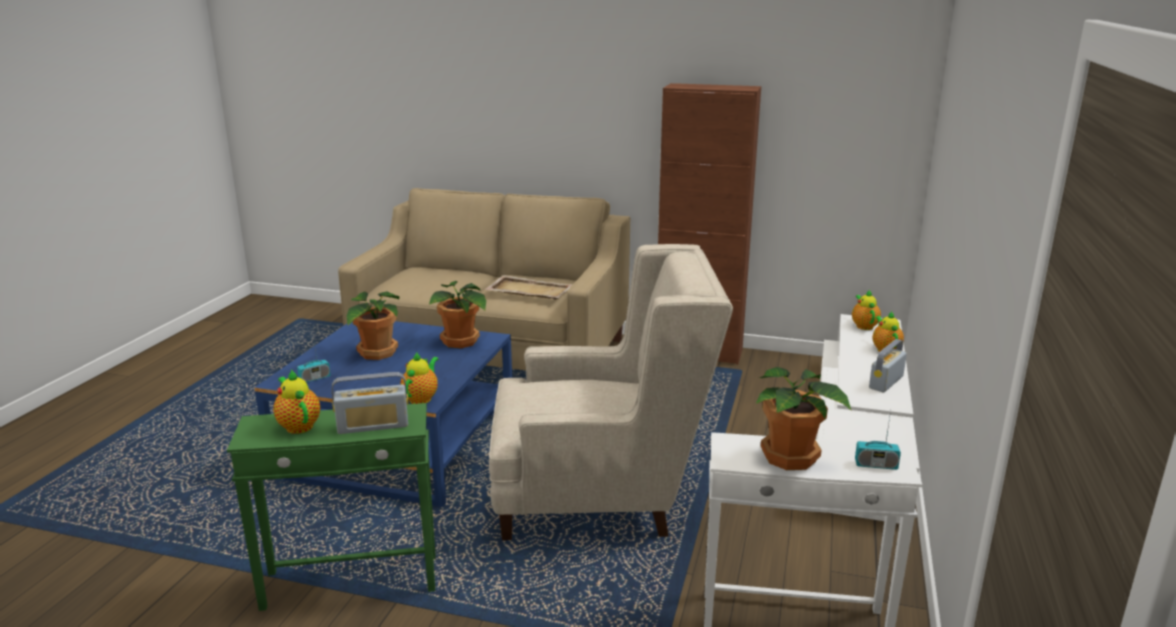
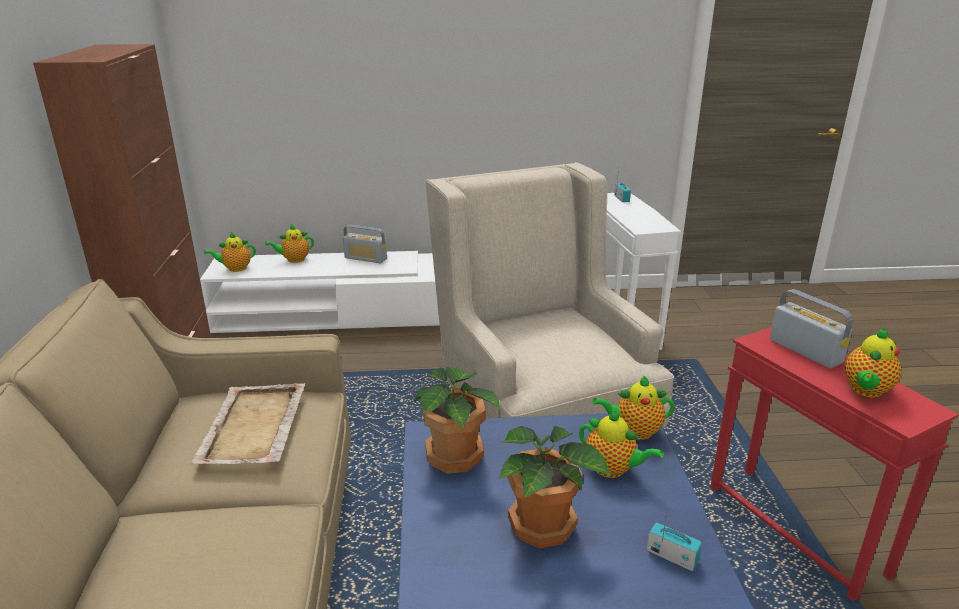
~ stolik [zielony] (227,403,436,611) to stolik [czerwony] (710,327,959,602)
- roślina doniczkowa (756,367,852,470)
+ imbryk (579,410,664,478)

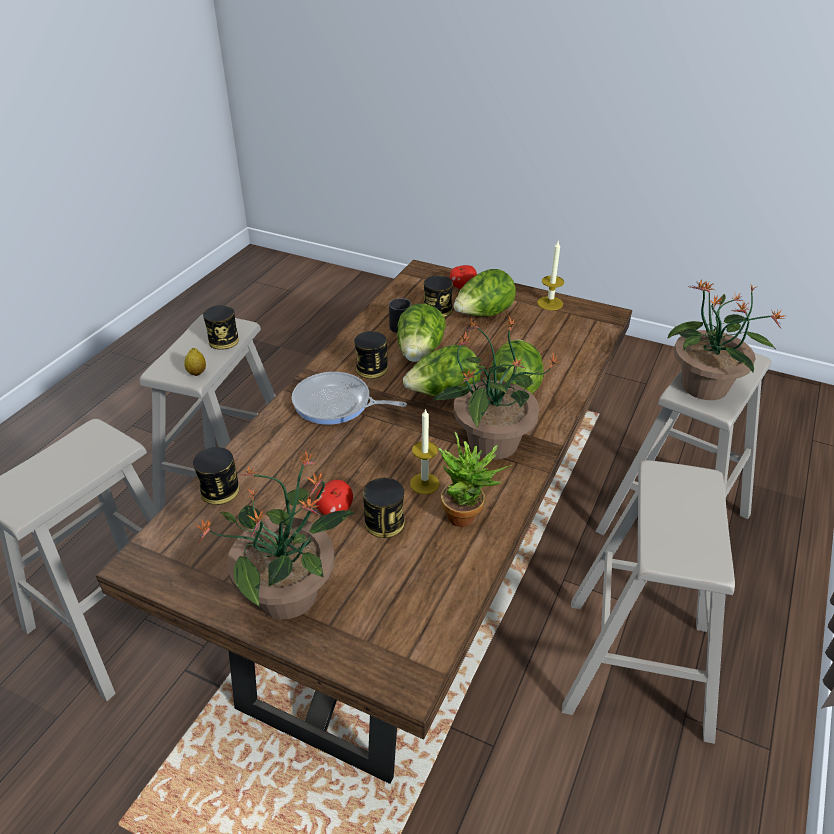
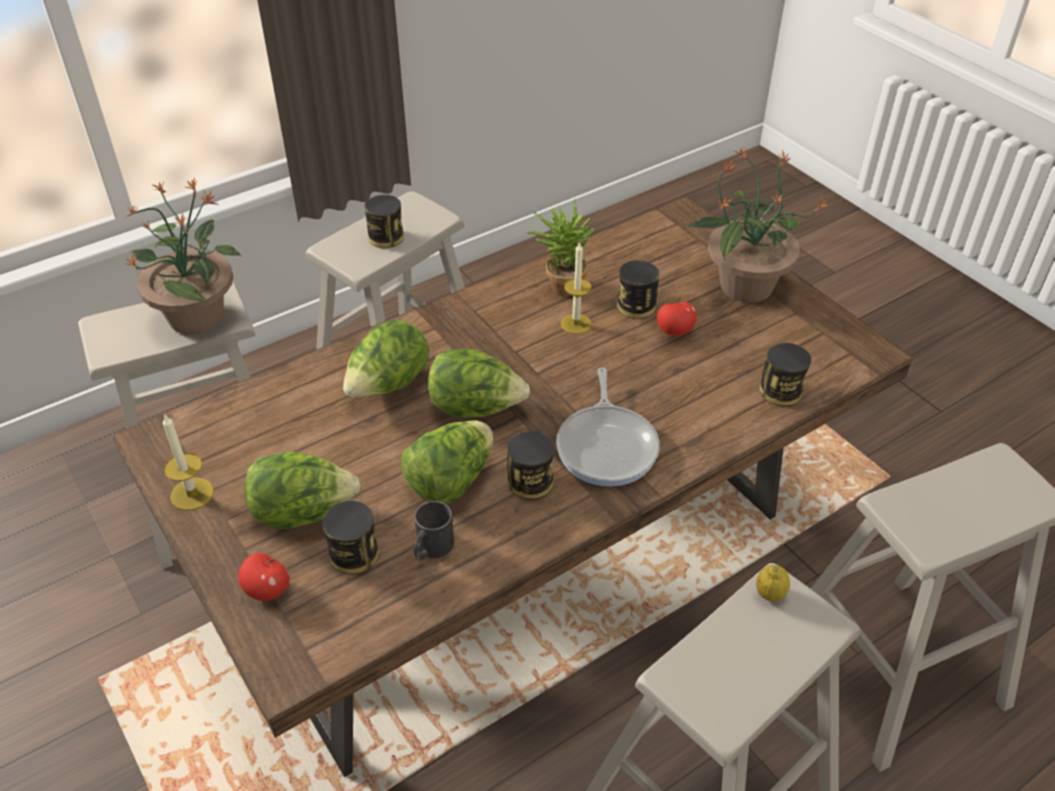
~ puszka (203,305,239,350) to (364,195,404,248)
~ patelnia (292,372,407,425) = (556,368,660,486) 45 degrees clockwise
- roślina doniczkowa (432,315,561,460)

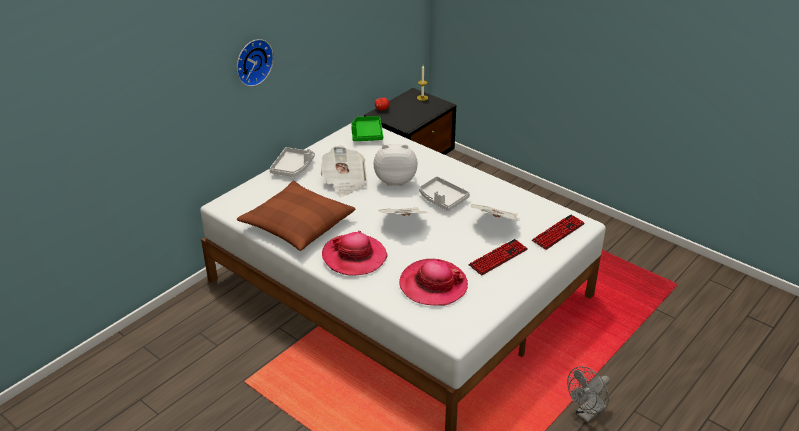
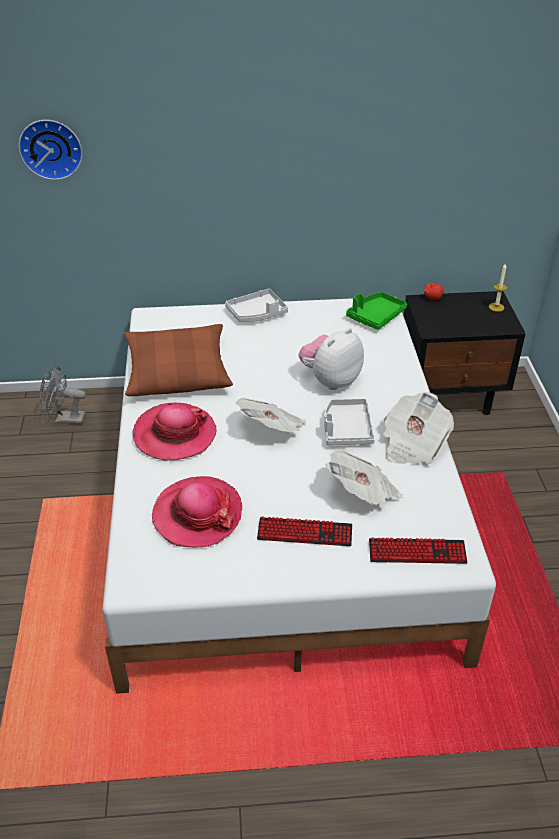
~ zegar ścienny (237,39,274,87) to (18,120,82,180)
~ gazeta (320,146,367,196) to (383,392,454,465)
~ pluszak (373,144,418,186) = (299,328,364,390) 90 degrees counterclockwise
~ wentylator [szary] (567,366,610,423) to (40,366,86,424)

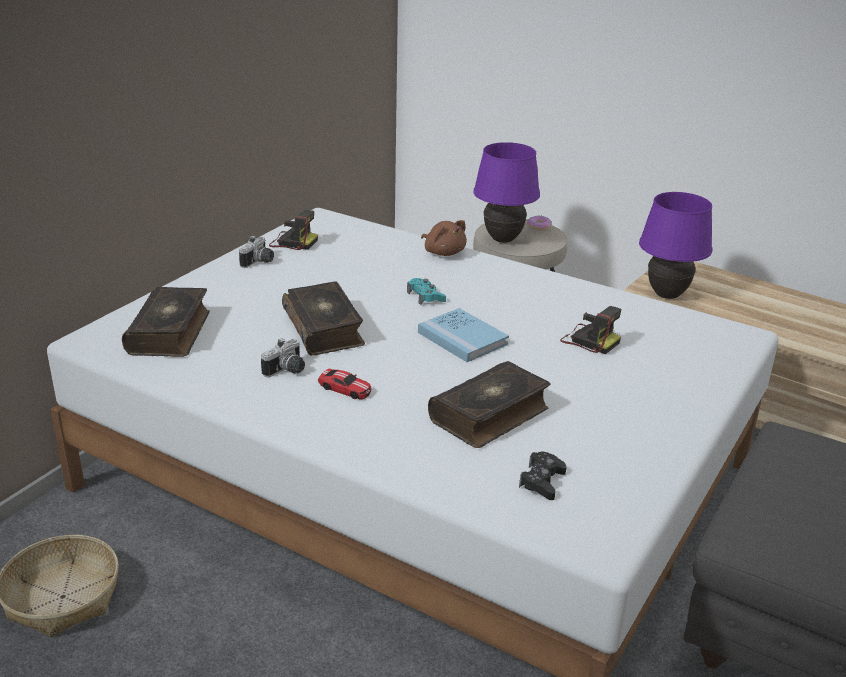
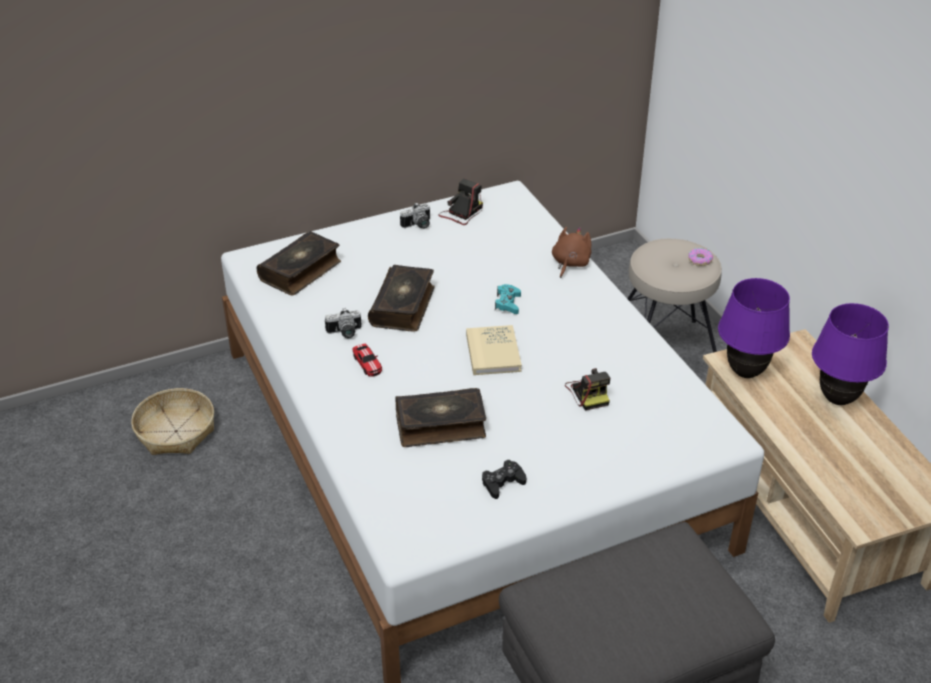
~ aparat fotograficzny (269,210,318,250) = (438,178,483,225) 105 degrees counterclockwise
~ książka [niebieski] (418,308,509,362) to książka [beżowy] (466,325,522,375)
~ pluszak [brązowy] (421,220,467,256) = (552,227,591,278) 150 degrees counterclockwise
~ lampa stołowa [fioletowy] (473,142,540,243) to (812,303,889,405)
~ pad do gier [czarny] (519,452,567,500) to (482,460,526,499)

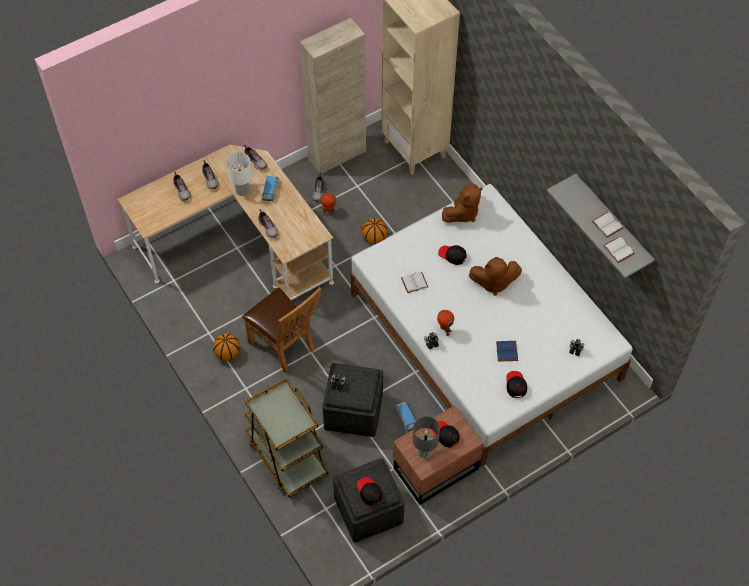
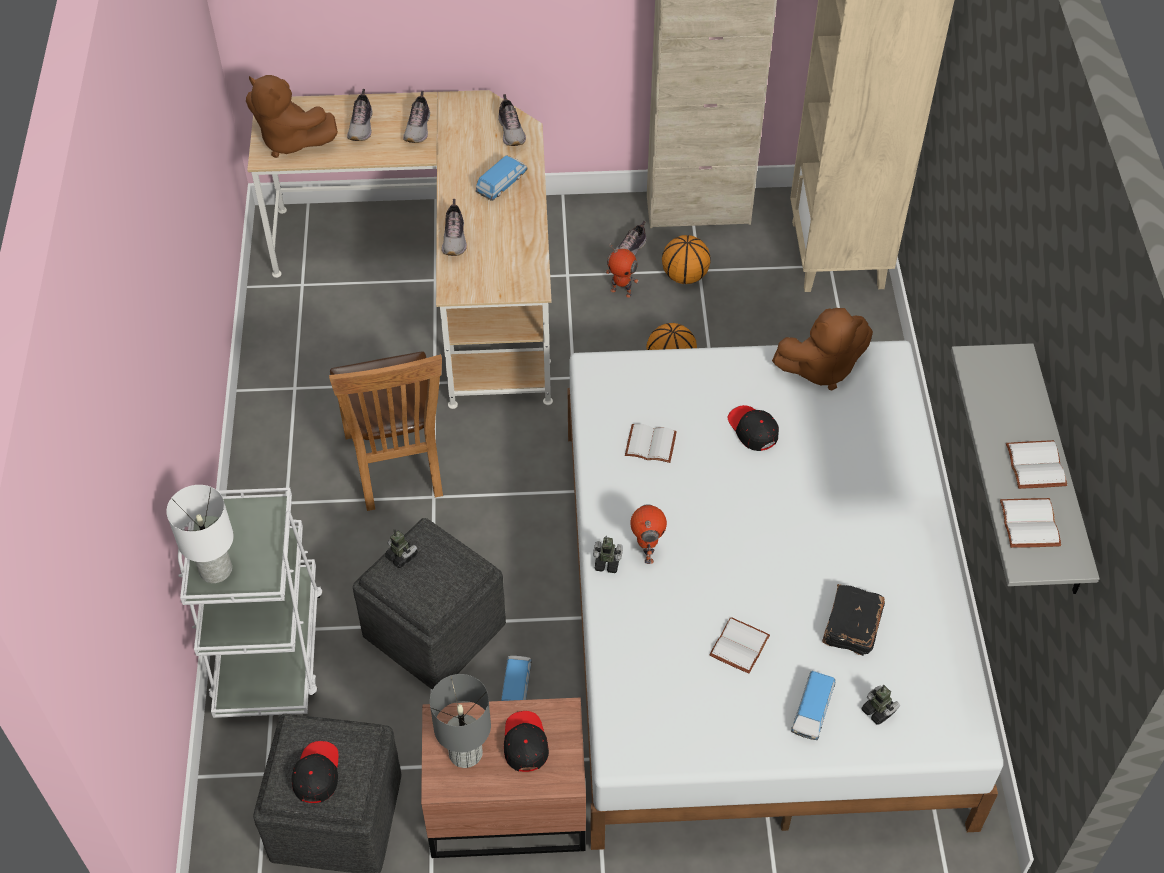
~ piłka do koszykówki (213,333,241,361) to (662,235,711,284)
~ lampa stołowa [biały] (226,152,252,196) to (166,485,234,583)
~ wózek [brązowy] (245,378,329,497) to wózek [biały] (178,488,323,718)
~ pluszak [brązowy] (469,257,522,296) to (246,75,338,158)
~ książka [niebieski] (496,341,518,361) to książka [biały] (710,617,770,674)
- czapka z daszkiem [czarny] (506,371,527,398)
+ samochodzik (791,671,836,740)
+ książka [czarny] (822,584,885,656)

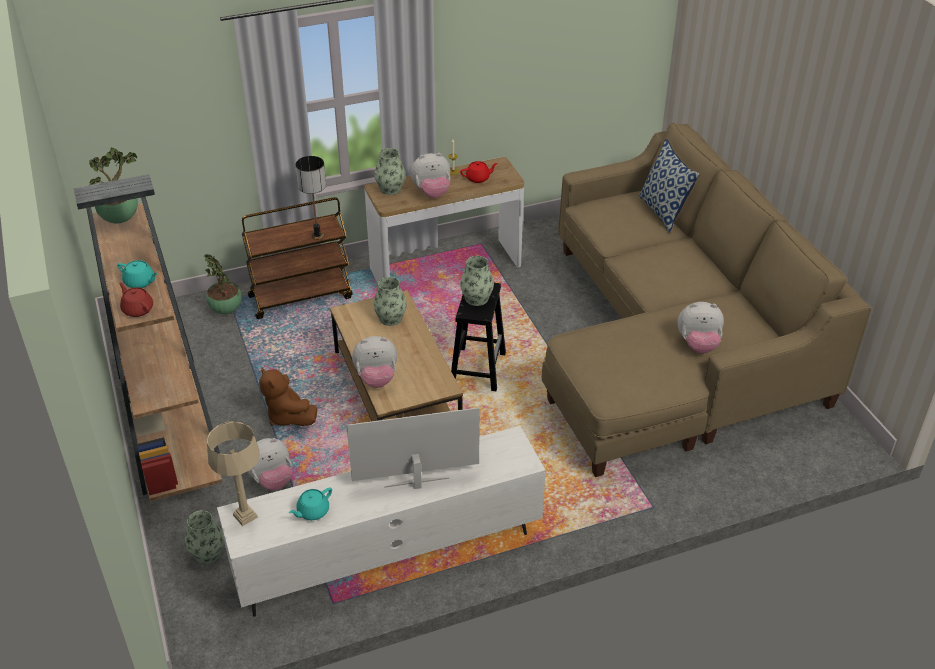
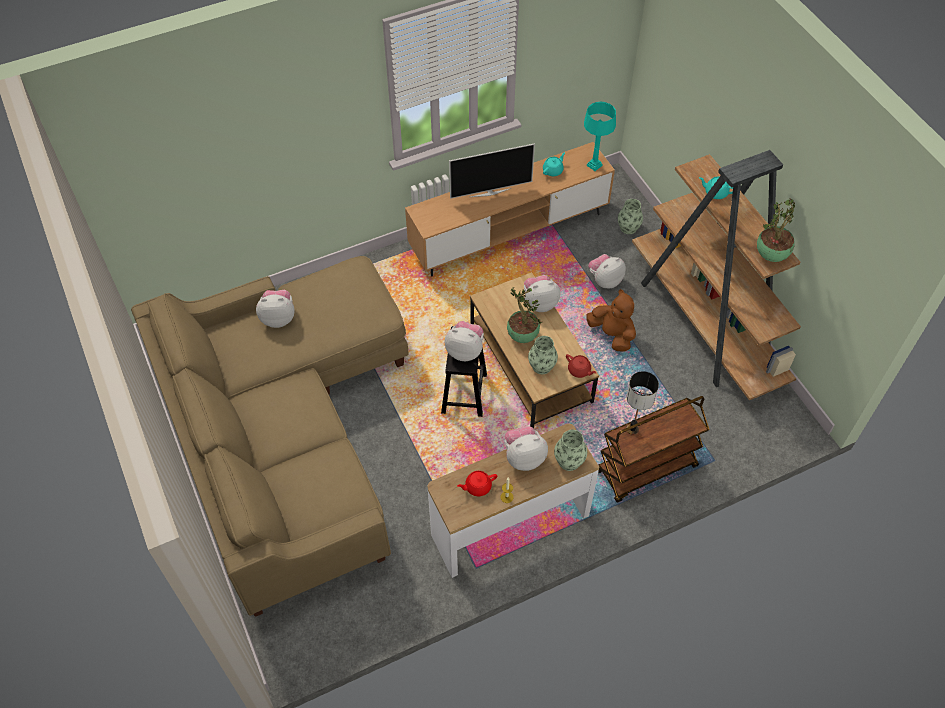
~ imbryk [czerwony] (119,282,153,317) to (566,354,596,378)
~ roślina doniczkowa (204,254,242,314) to (507,287,542,343)
~ lampa stołowa [beżowy] (207,421,260,526) to lampa stołowa [turkusowy] (584,101,616,171)
~ szafka pod telewizor [biały] (217,426,546,617) to szafka pod telewizor [brązowy] (405,142,615,276)
~ wazon (460,256,494,306) to pluszak (444,321,484,361)
- poduszka (638,139,700,233)

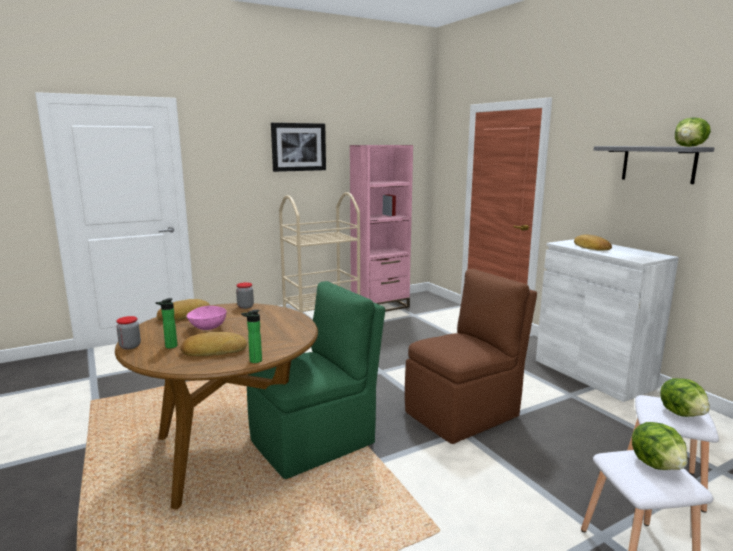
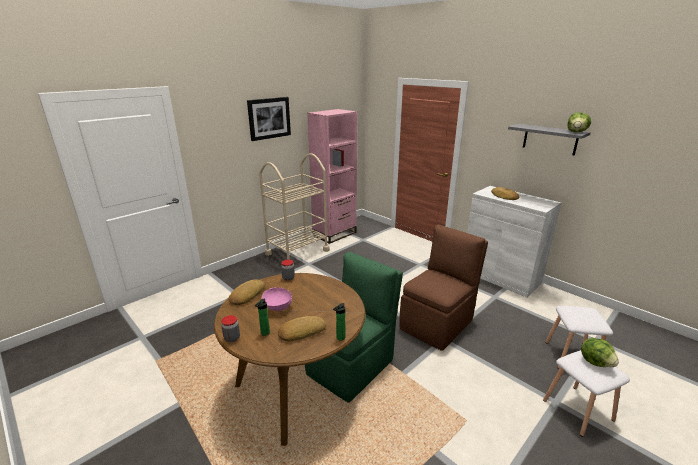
- sałata (660,378,710,417)

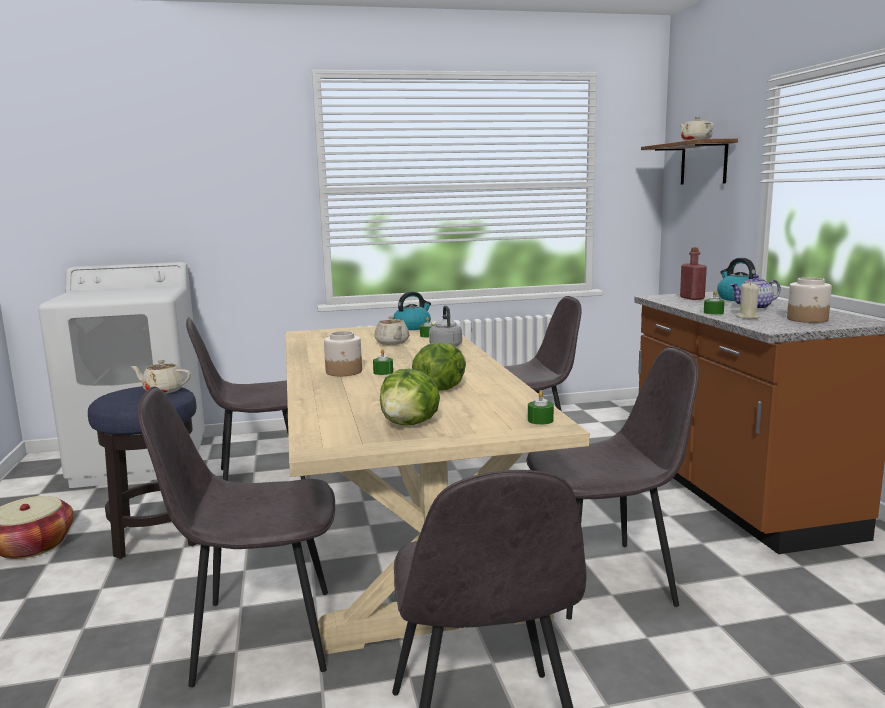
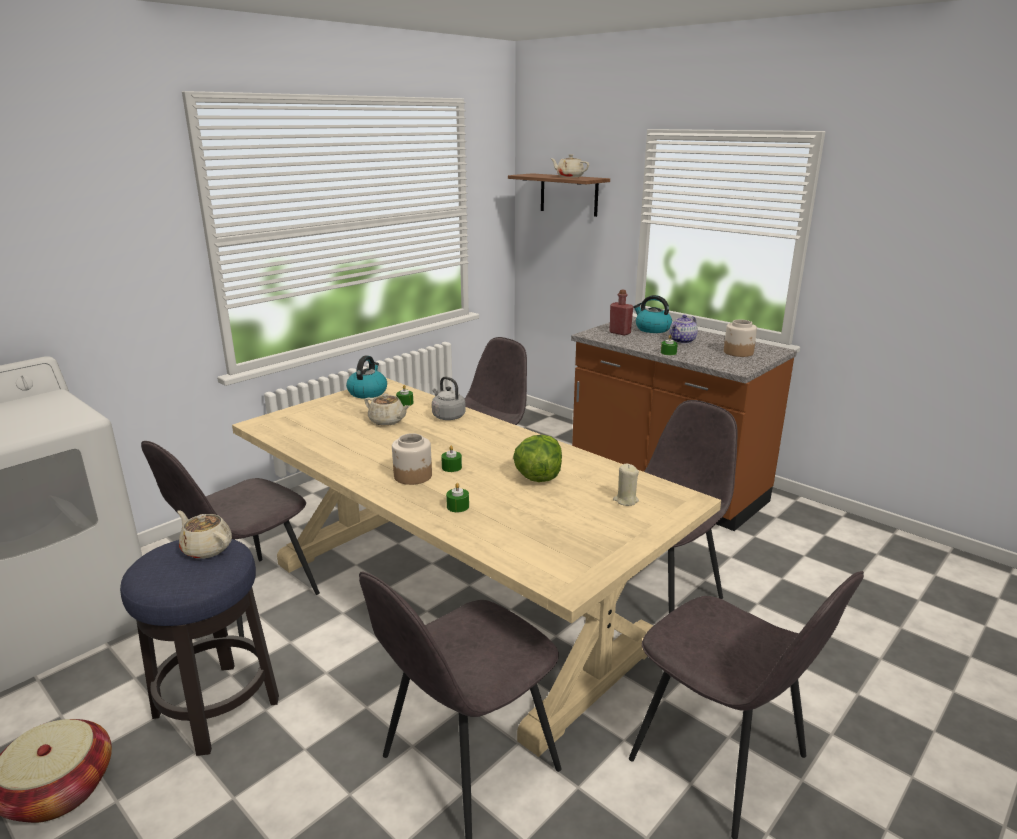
~ imbryk [beżowy] (130,360,191,394) = (177,510,232,559) 60 degrees clockwise
- sałata (380,369,440,425)
~ świeca [zielony] (528,391,554,425) to (446,483,469,512)
~ świeca [beżowy] (736,282,759,319) to (613,464,639,506)

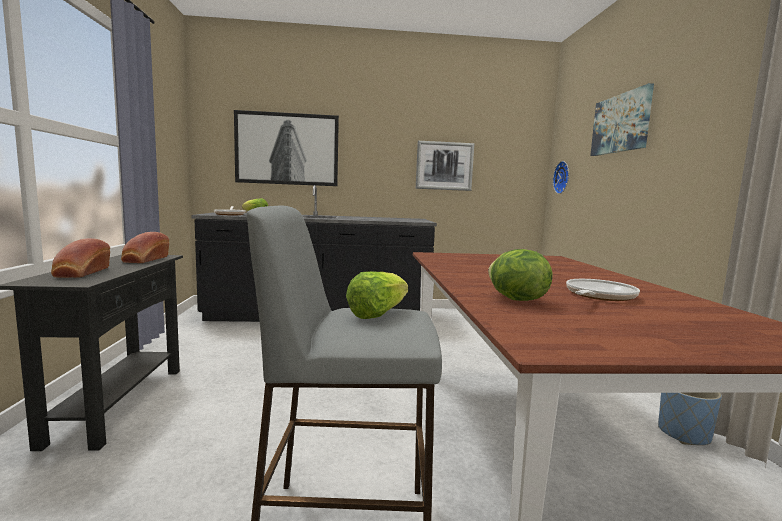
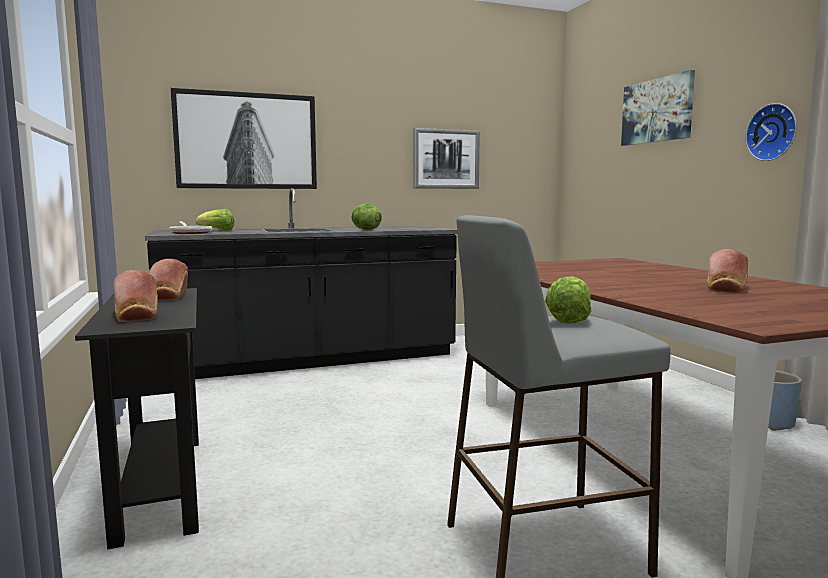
~ sałata (488,249,553,301) to (351,203,382,230)
~ zegar ścienny (553,161,569,194) to (745,103,797,161)
~ patelnia (566,279,640,301) to chleb (707,249,748,293)

